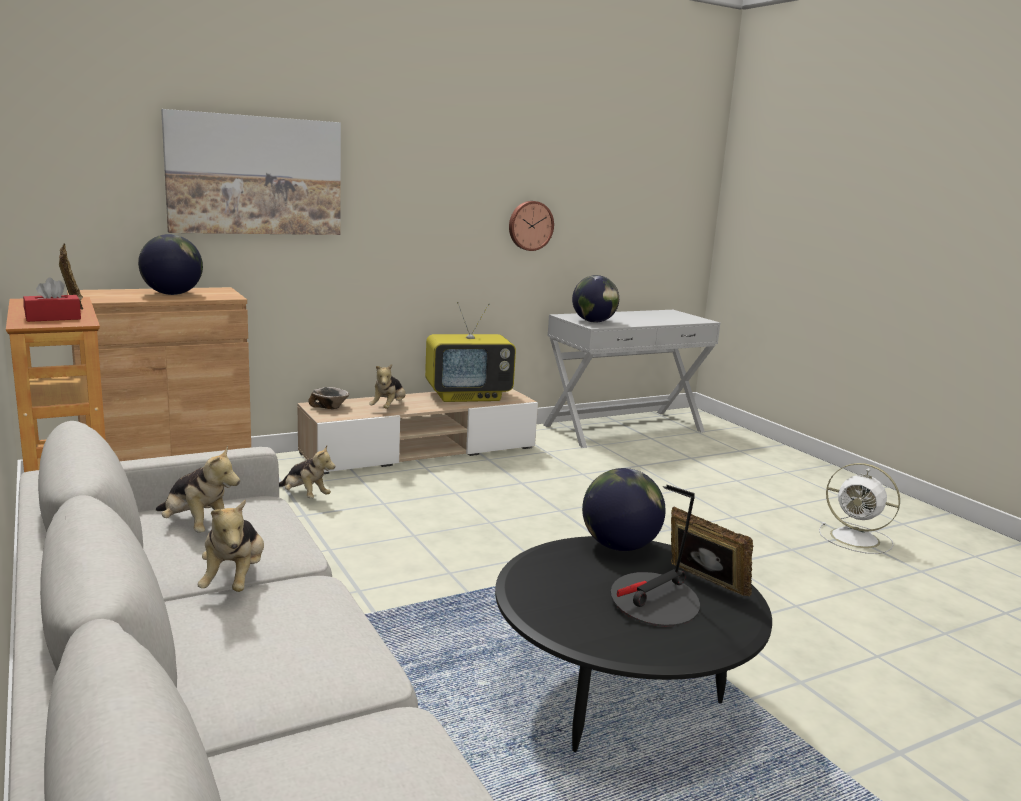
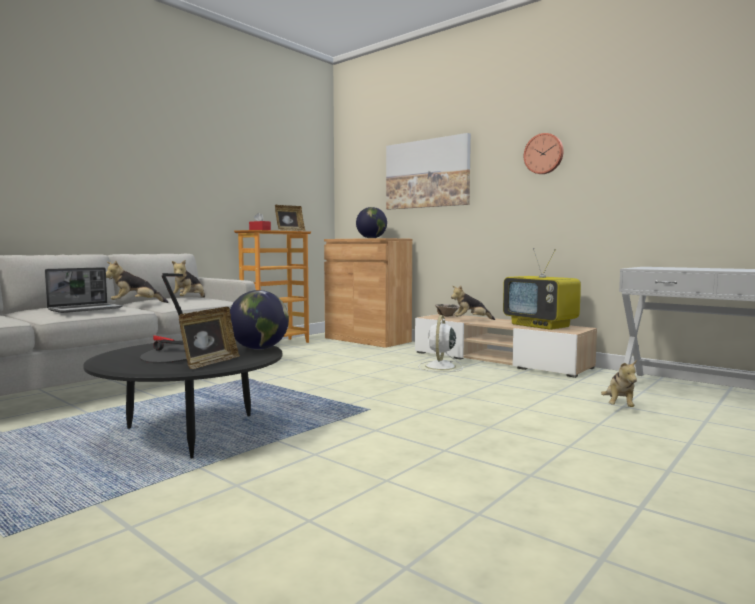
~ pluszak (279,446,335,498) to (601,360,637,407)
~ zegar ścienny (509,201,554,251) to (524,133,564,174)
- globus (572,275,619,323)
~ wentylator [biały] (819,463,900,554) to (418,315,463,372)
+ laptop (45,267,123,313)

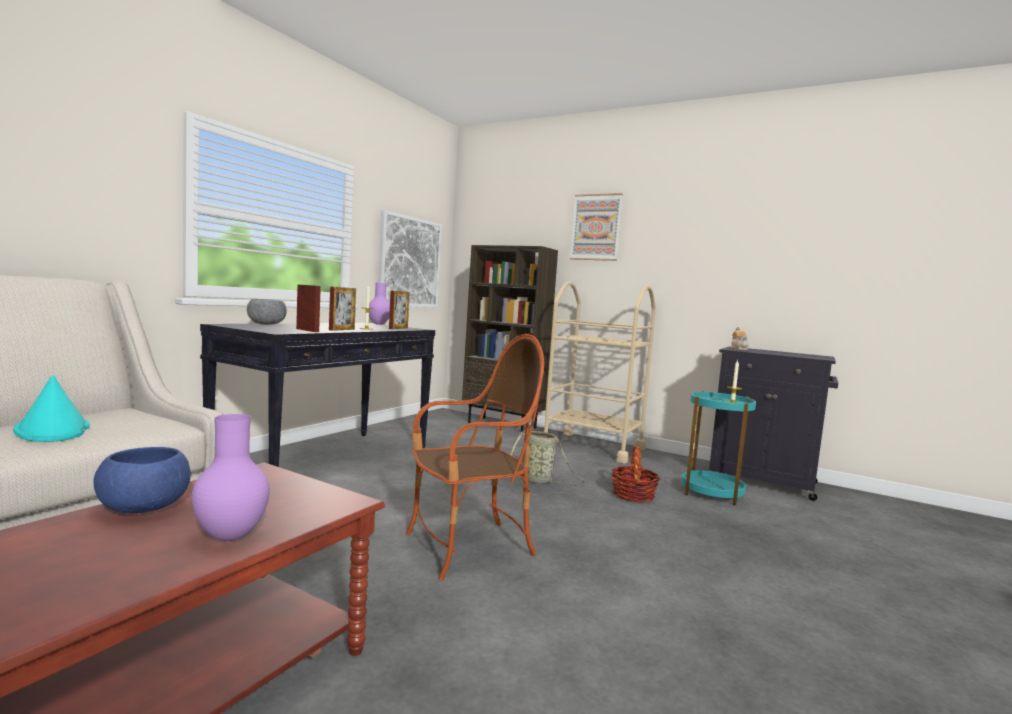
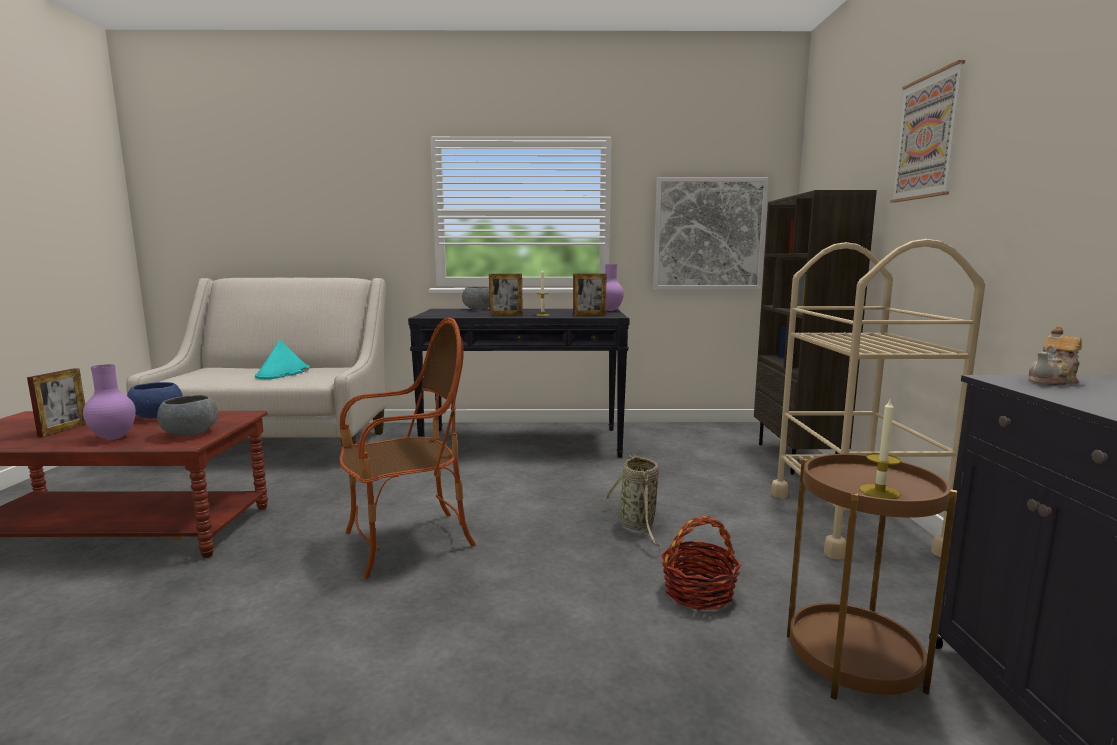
~ ramka na zdjęcie (296,284,321,332) to (27,368,86,437)
~ fotel (406,334,544,581) = (339,317,476,579) 60 degrees counterclockwise
~ stolik [turkusowy] (682,391,756,505) to stolik [brązowy] (787,454,957,700)
+ miska [szary] (157,395,218,436)

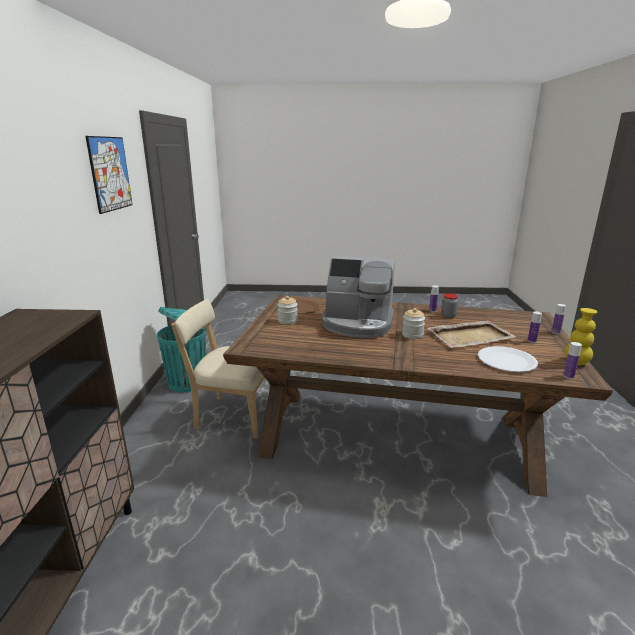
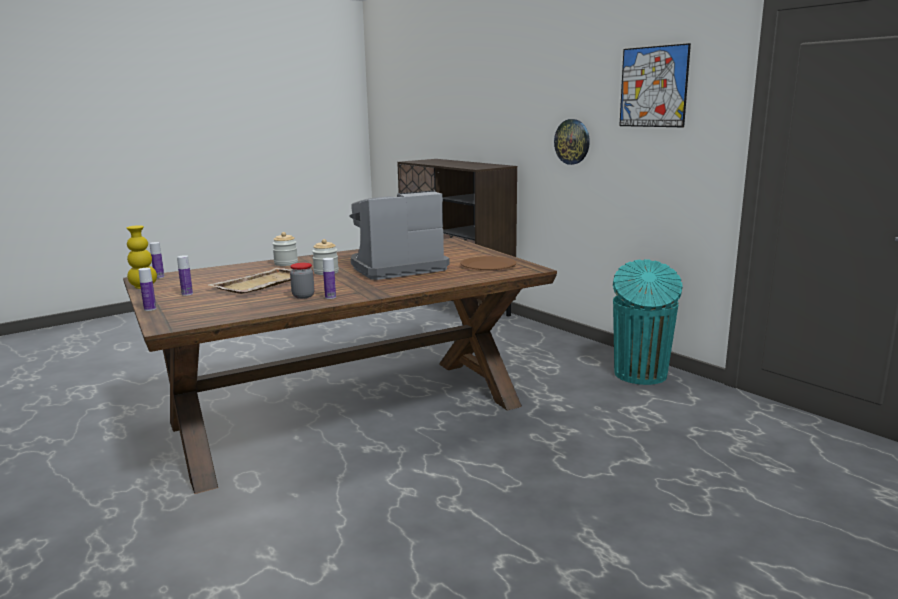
- krzesło [beżowy] (171,299,270,439)
~ słoik (278,296,298,325) to (272,232,298,266)
- talerz [biały] (478,346,538,372)
+ zegar ścienny (554,119,590,165)

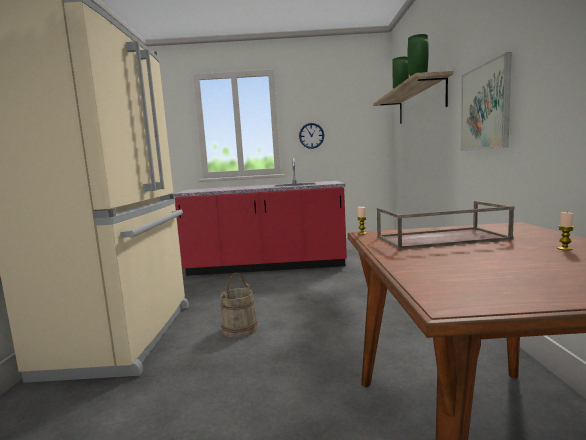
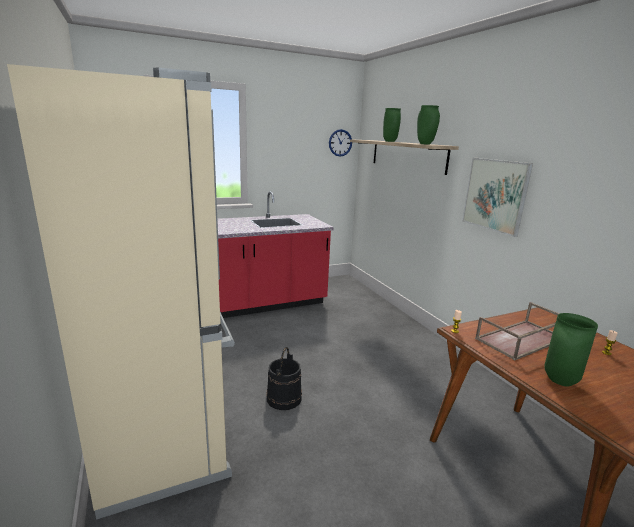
~ wiadro [beżowy] (221,273,257,338) to wiadro [czarny] (267,347,302,410)
~ zegar ścienny (299,123,324,149) to (329,129,352,157)
+ wazon [zielony] (544,313,598,387)

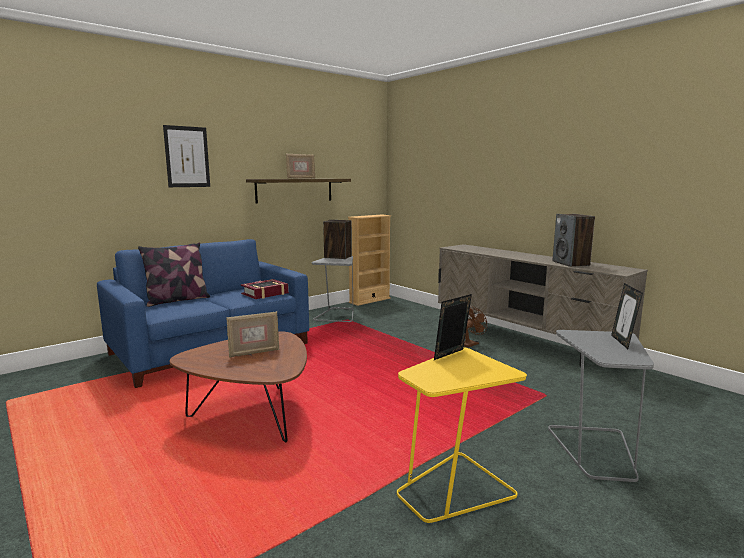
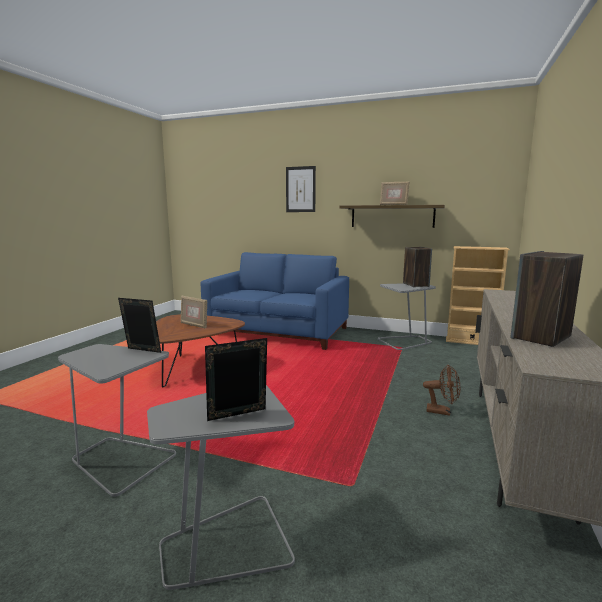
- poduszka (138,242,210,307)
- książka (241,279,289,299)
~ stolik [żółty] (397,347,527,523) to stolik [szary] (58,344,176,497)

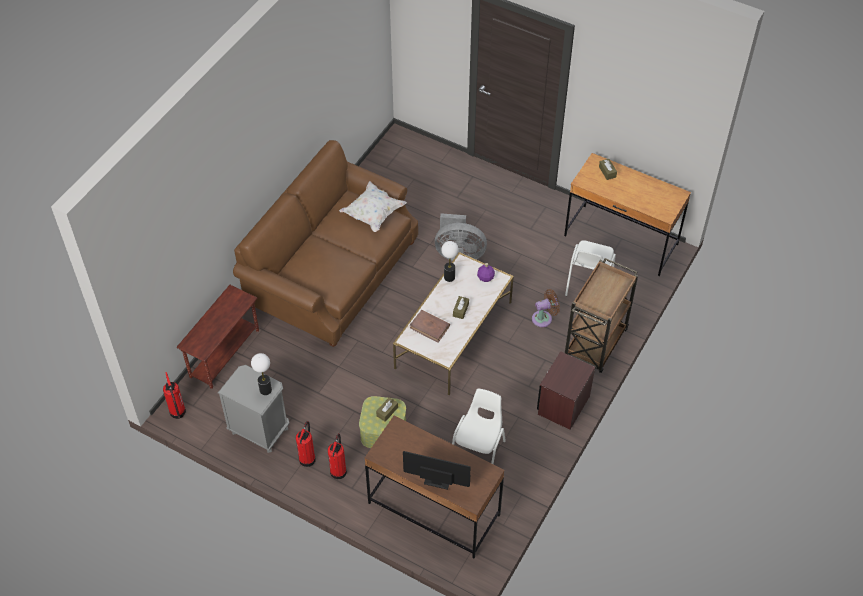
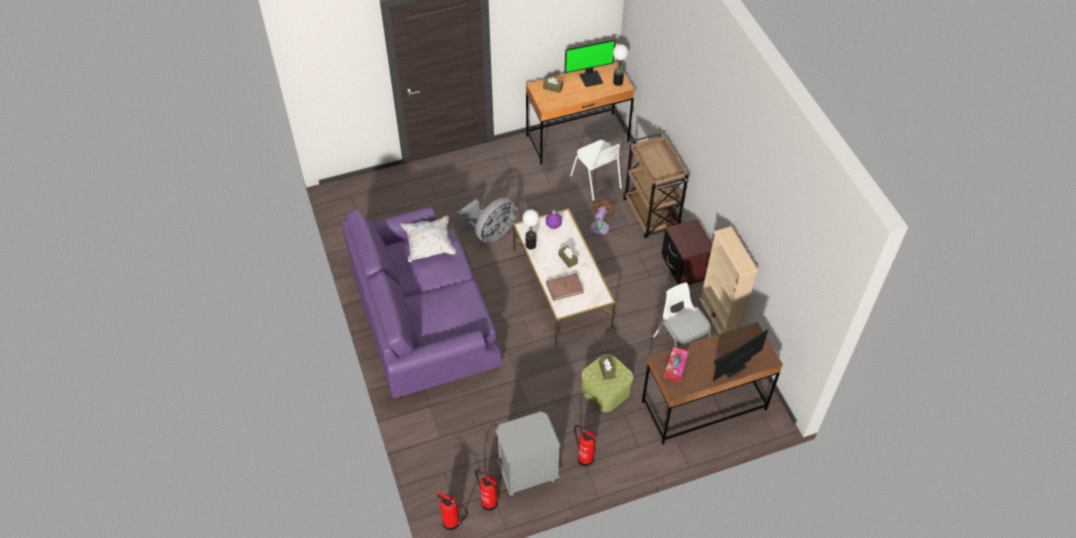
- stolik [brązowy] (177,285,259,389)
~ kanapa [brązowy] (233,140,418,347) to kanapa [fioletowy] (341,207,501,399)
~ lampa stołowa (251,353,272,395) to (613,44,628,86)
~ gaśnica (328,433,347,479) to (475,469,498,511)
+ monitor (565,40,616,87)
+ pudełko chusteczek (664,347,689,382)
+ regał [beżowy] (699,226,758,334)

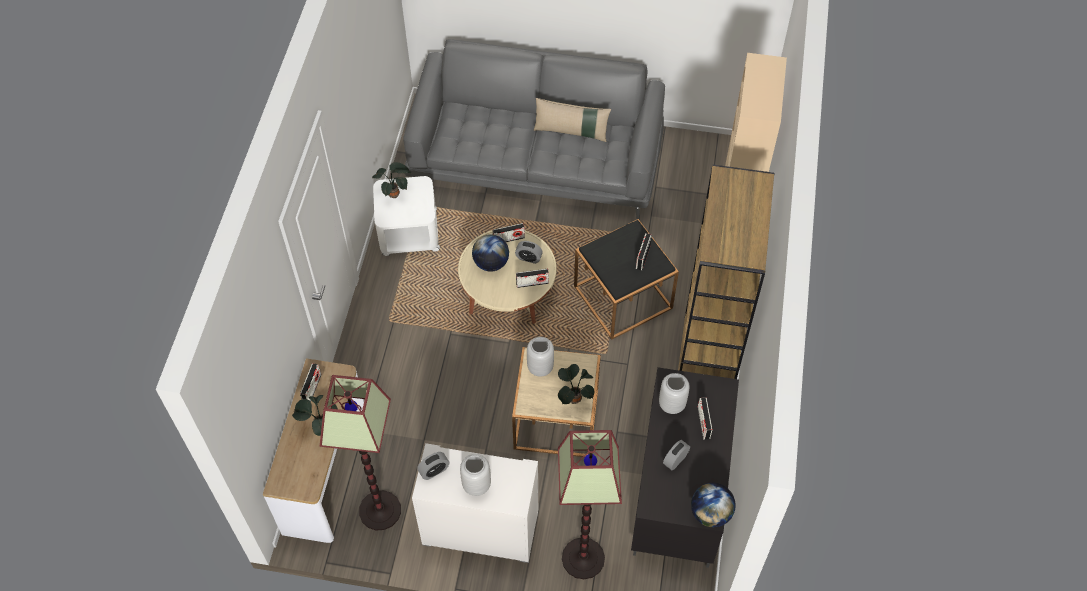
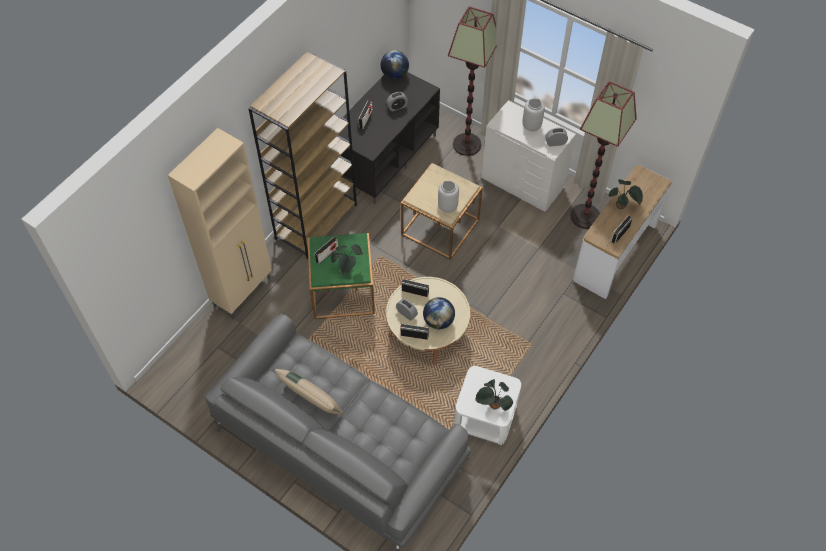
~ roślina doniczkowa (558,364,594,404) to (331,244,363,275)
~ stolik [czarny] (574,219,679,340) to stolik [zielony] (307,233,375,319)
- wazon [szary] (659,373,690,414)

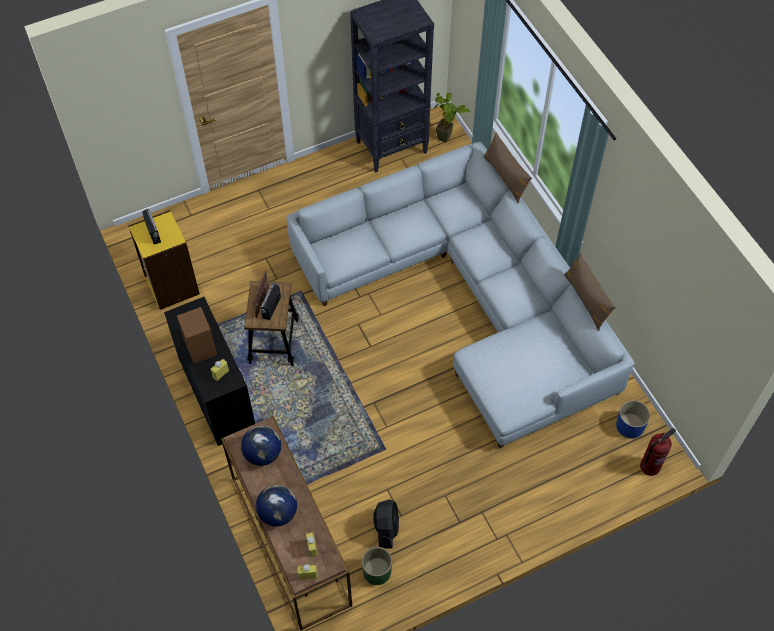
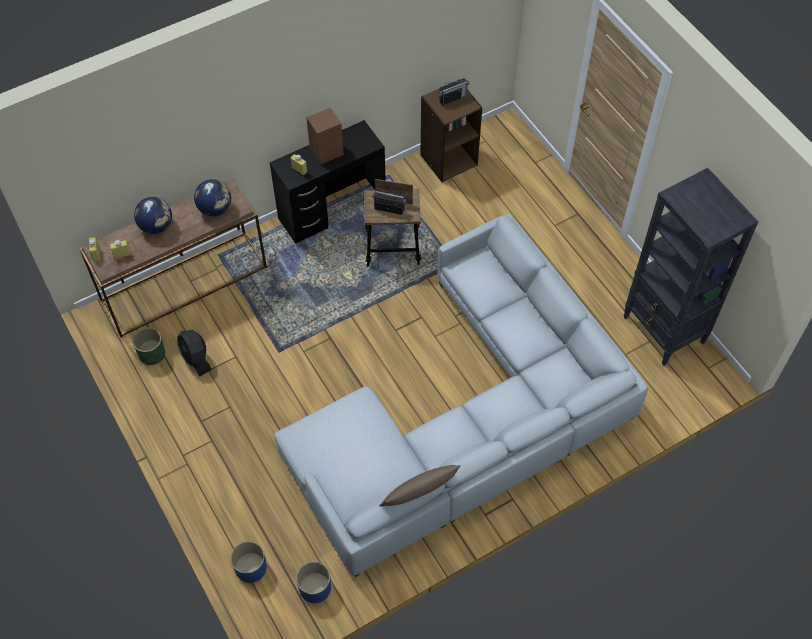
~ regał [żółty] (128,210,200,310) to regał [brązowy] (420,80,482,182)
~ wentylator [czarny] (373,499,399,549) = (177,330,211,376) 60 degrees clockwise
- roślina doniczkowa (433,93,471,143)
- poduszka [brązowy] (483,133,532,204)
- gaśnica (640,428,676,476)
+ donica [niebieski] (231,541,267,583)

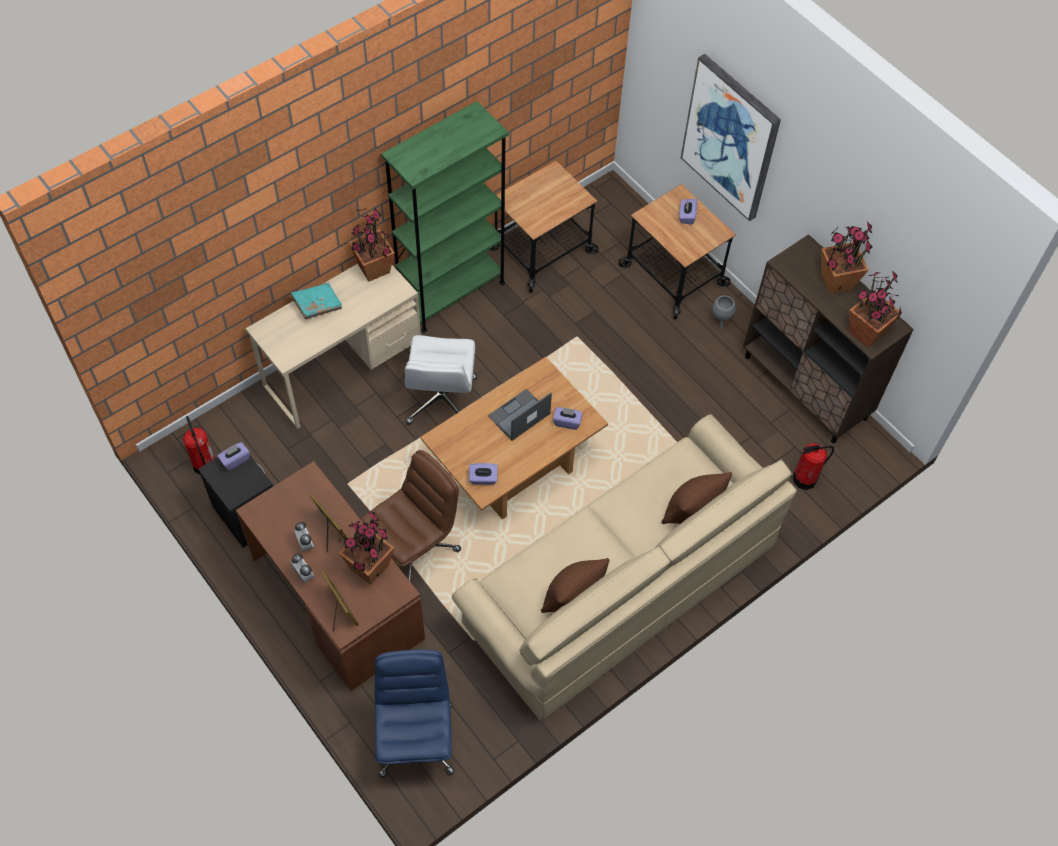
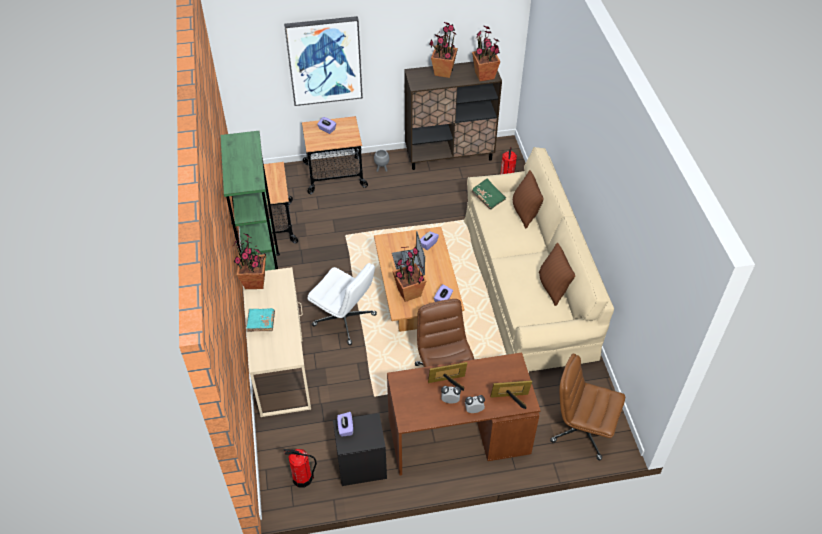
~ roślina doniczkowa (338,512,395,584) to (392,247,426,302)
~ krzesło biurowe [niebieski] (375,649,454,778) to krzesło biurowe [brązowy] (550,354,625,460)
+ książka [zielony] (472,179,506,210)

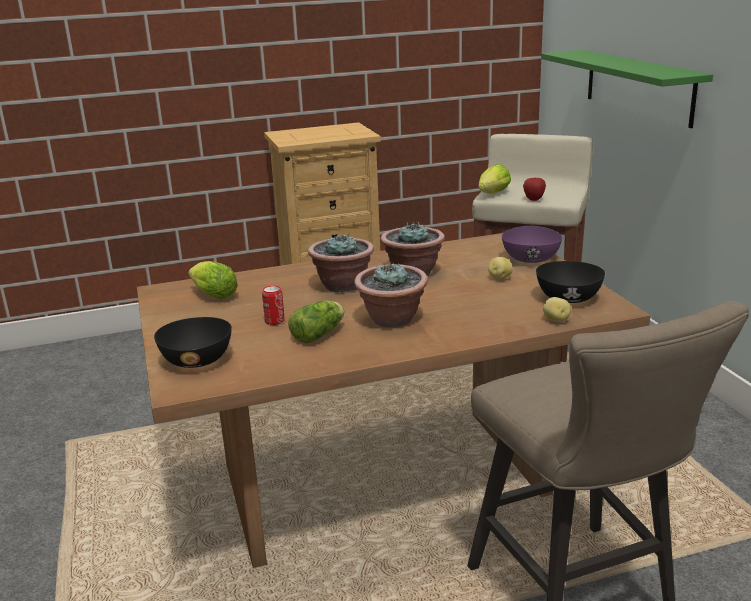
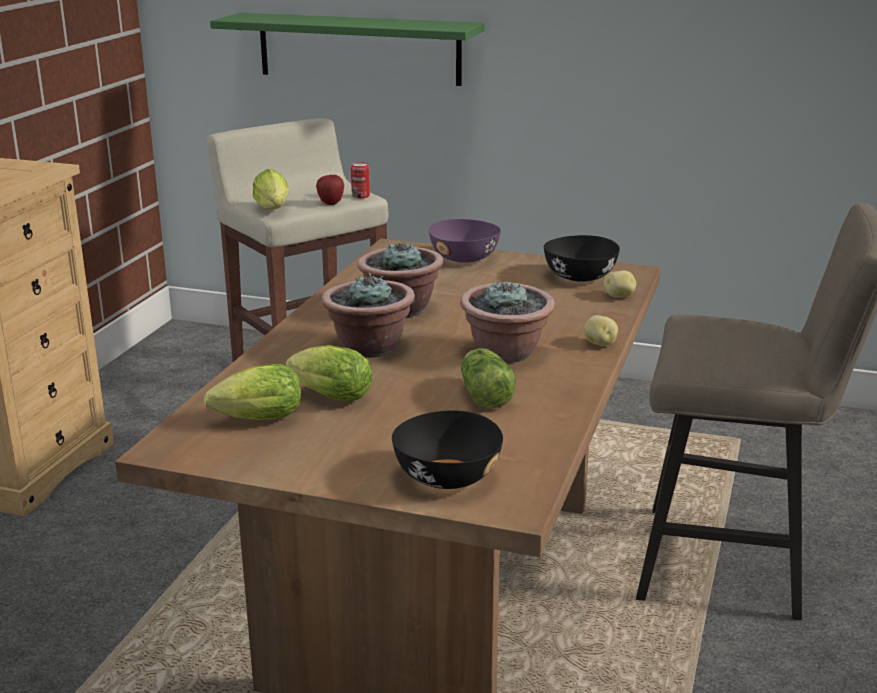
~ puszka (262,285,285,325) to (351,162,370,199)
~ ziemniak (488,257,513,280) to (584,315,618,346)
+ sałata (286,345,372,402)

